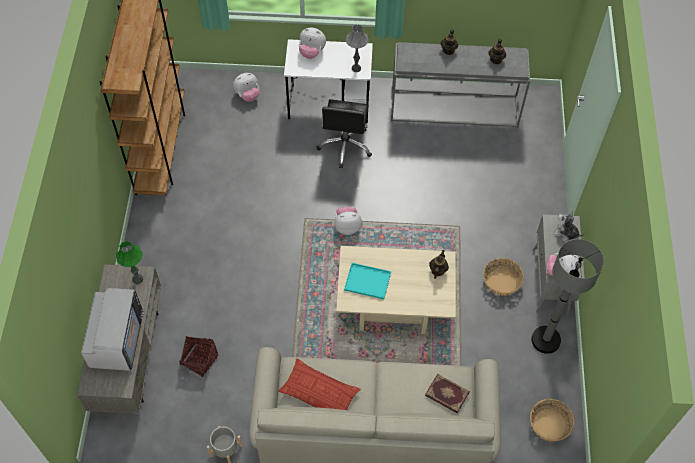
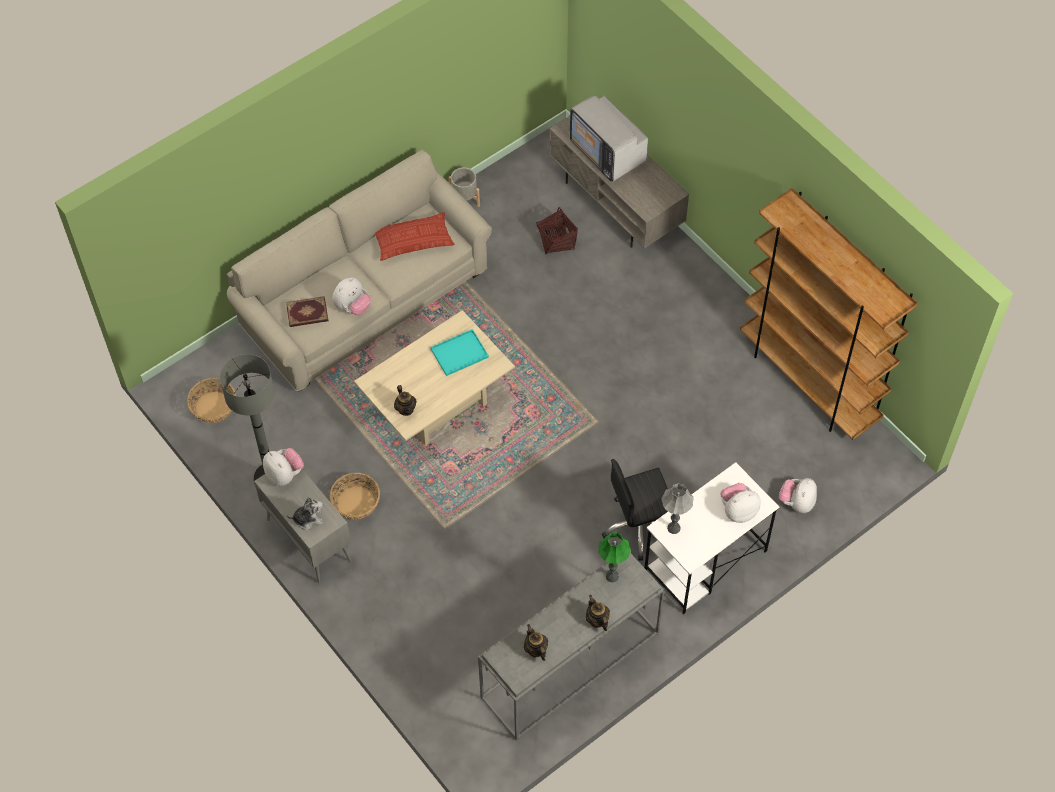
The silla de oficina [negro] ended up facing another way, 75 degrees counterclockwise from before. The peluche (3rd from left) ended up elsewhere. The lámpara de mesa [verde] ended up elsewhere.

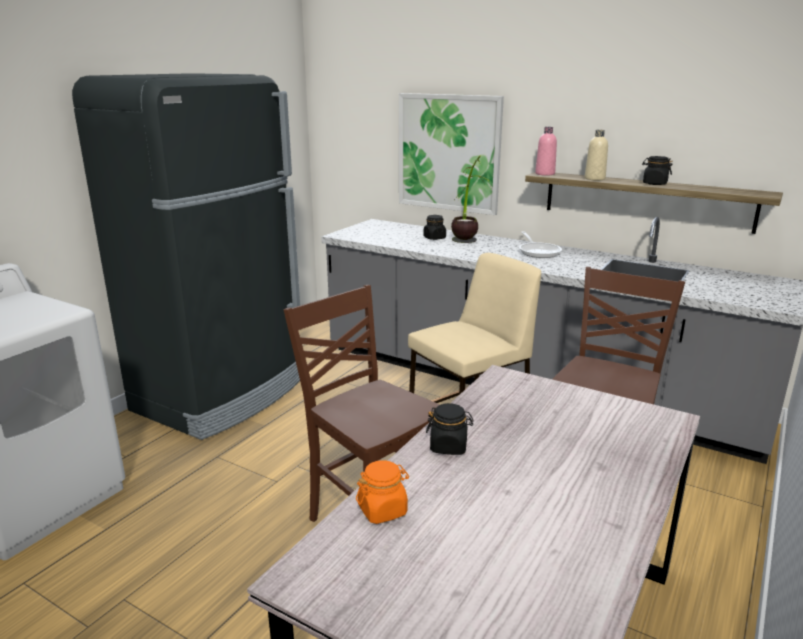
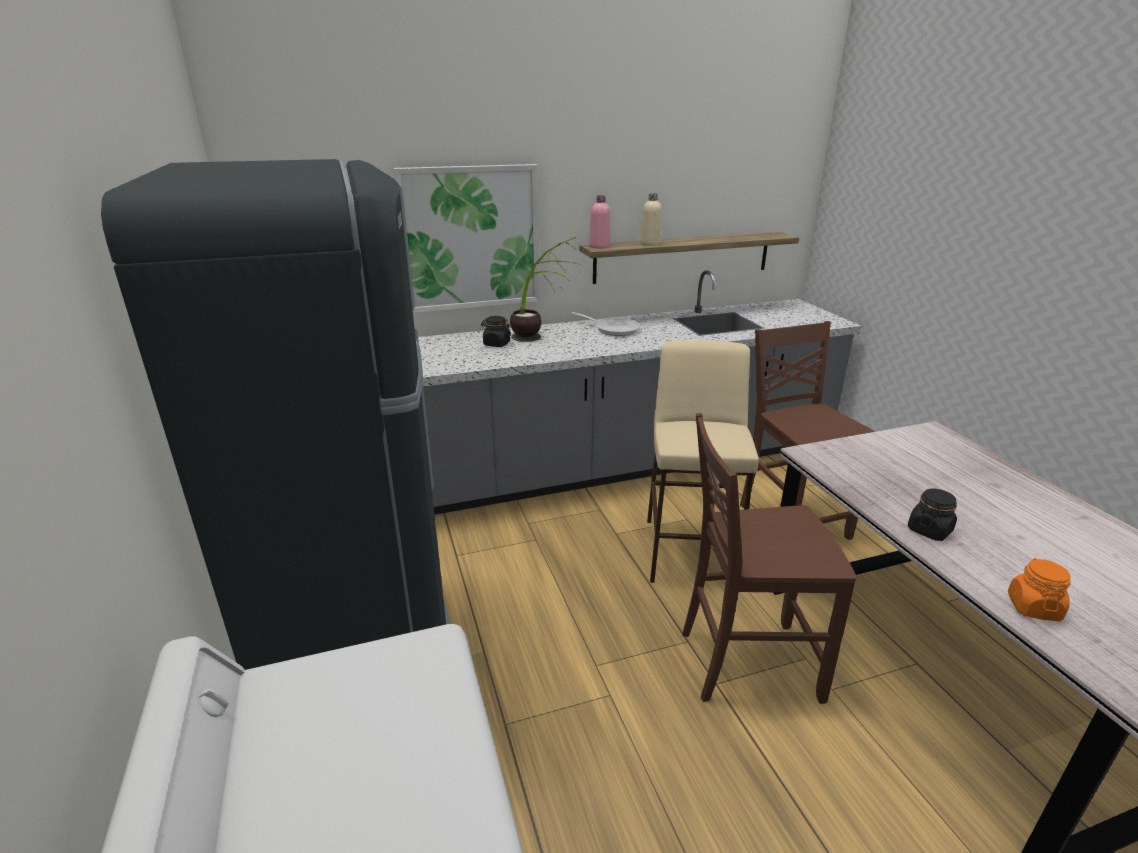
The second view lost the tarro [negro] (3rd from left).

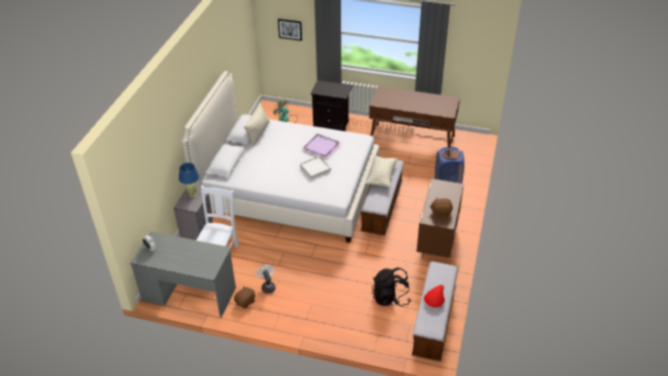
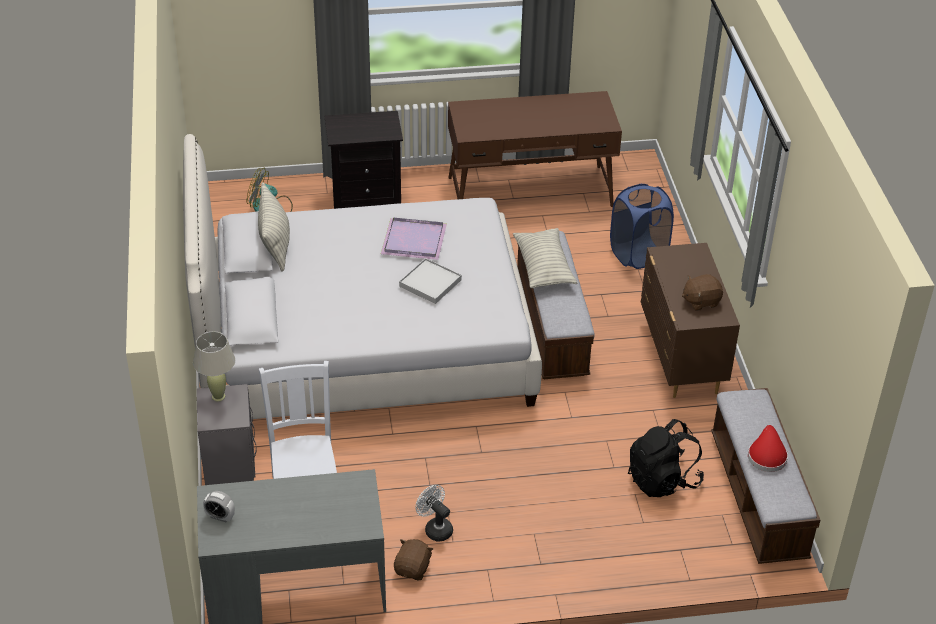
The second view lost the cuadro. What was the lámpara de mesa [azul] turned into the lámpara de mesa [beis].

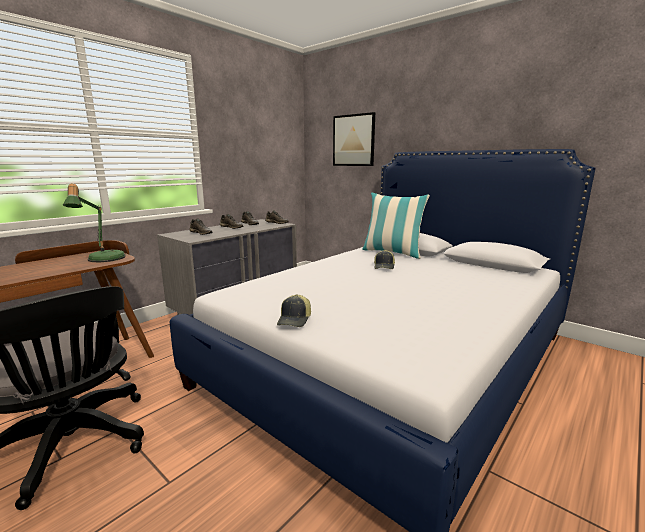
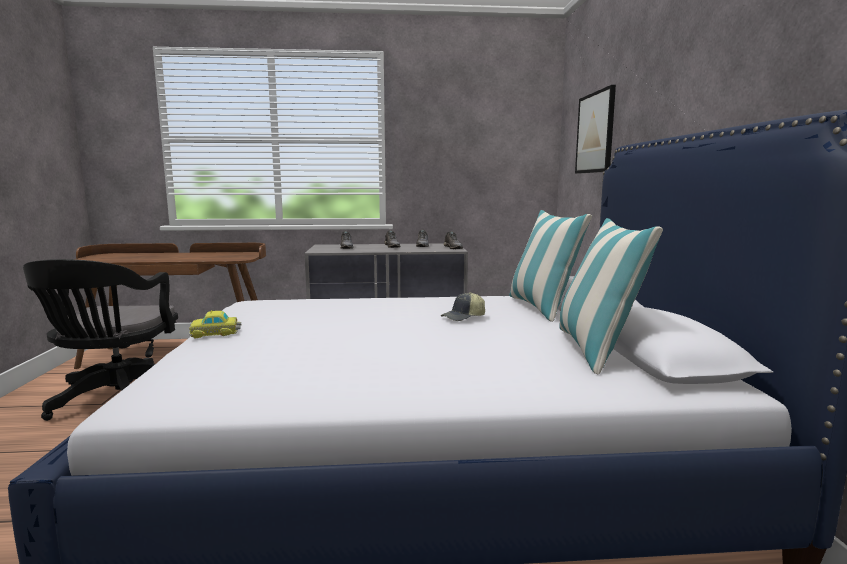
The second view lost the lámpara de mesa. Where the gorra (1st from left) stood, the coche de juguete came to stand. The second view gained the cojín (2nd from left).

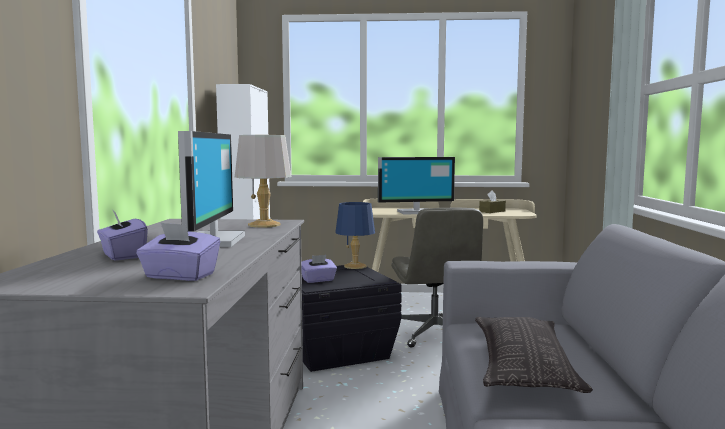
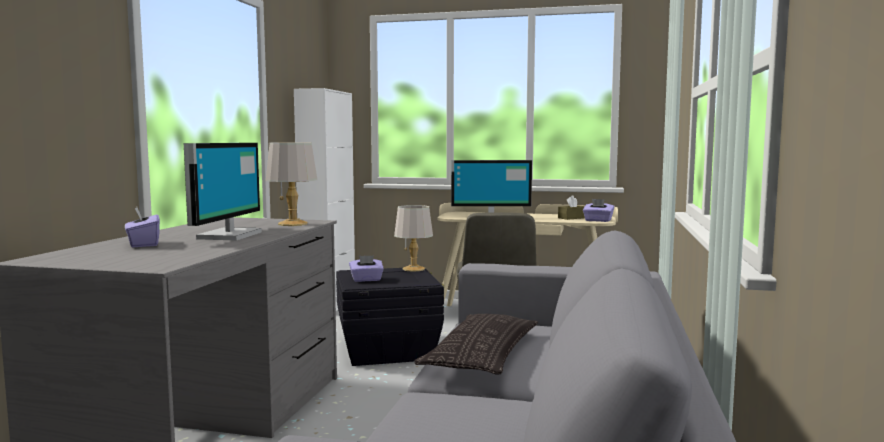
What was the lámpara de mesa [azul] turned into the lámpara de mesa [gris] (2nd from left). The caja de pañuelos [morado] (2nd from left in the first image) ended up elsewhere.

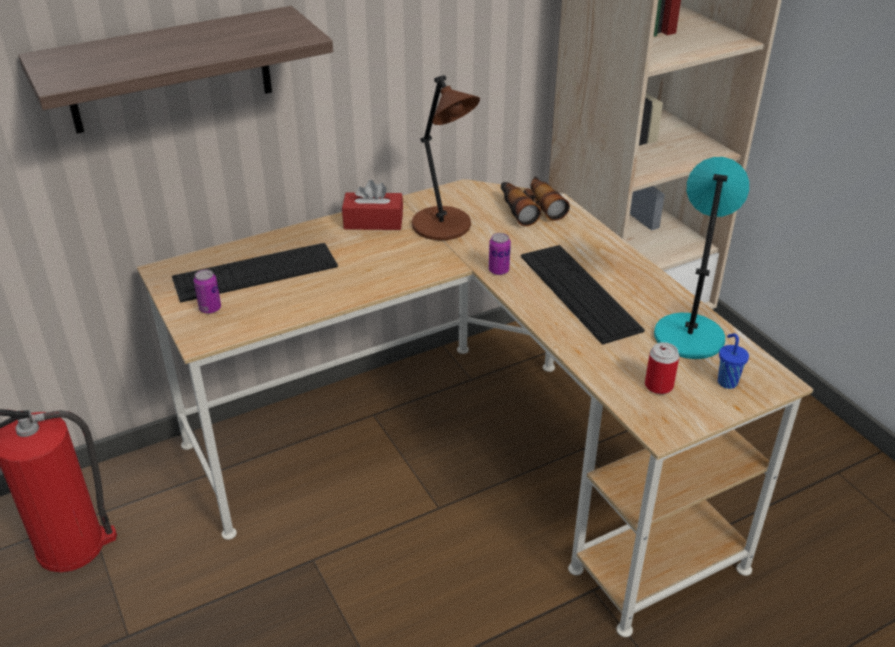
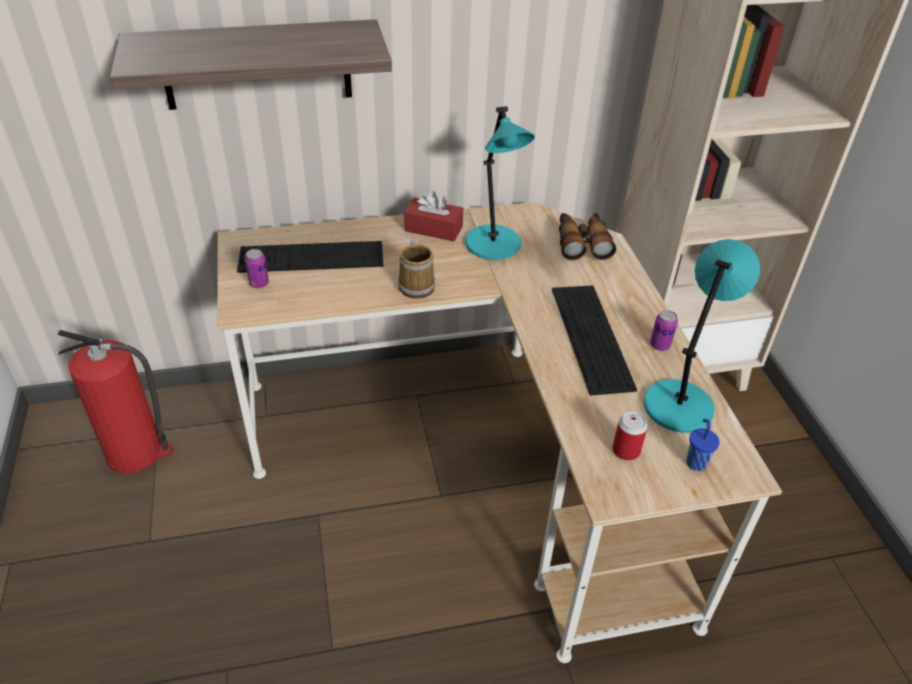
What was the lámpara de mesa [marrón] turned into the lámpara de mesa [turquesa] (1st from left). The lata (2nd from left in the first image) ended up elsewhere. The second view gained the taza grande.

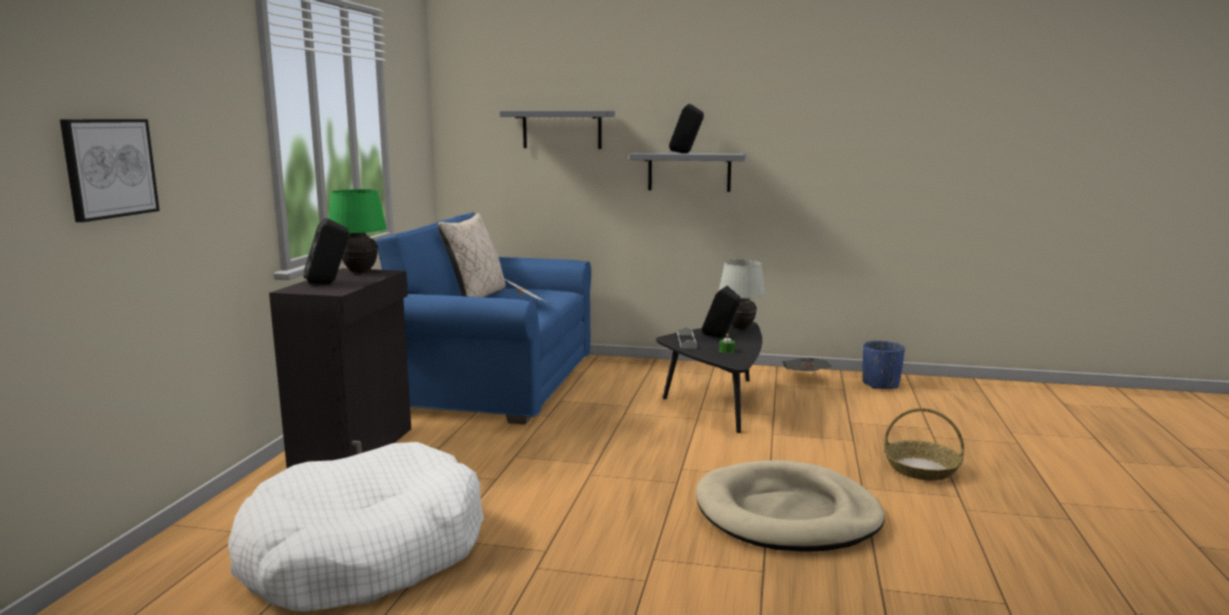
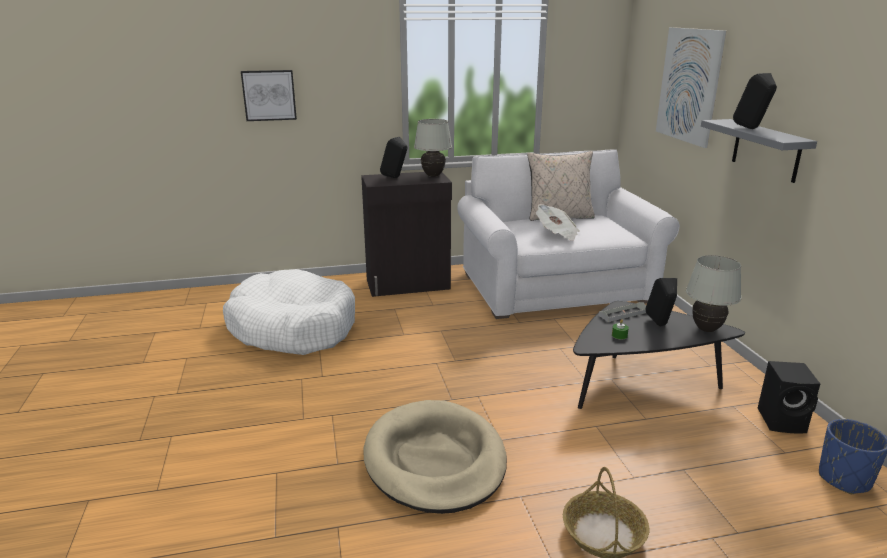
Where the estante [gris] (1st from left) hung, the cuadro (2nd from left) came to hang. What was the lámpara de mesa [verde] turned into the lámpara de mesa [blanco] (1st from left). What was the sofá [azul] turned into the sofá [blanco]. Where the periódico (2nd from left) stood, the altavoz [negro] (4th from left) came to stand.

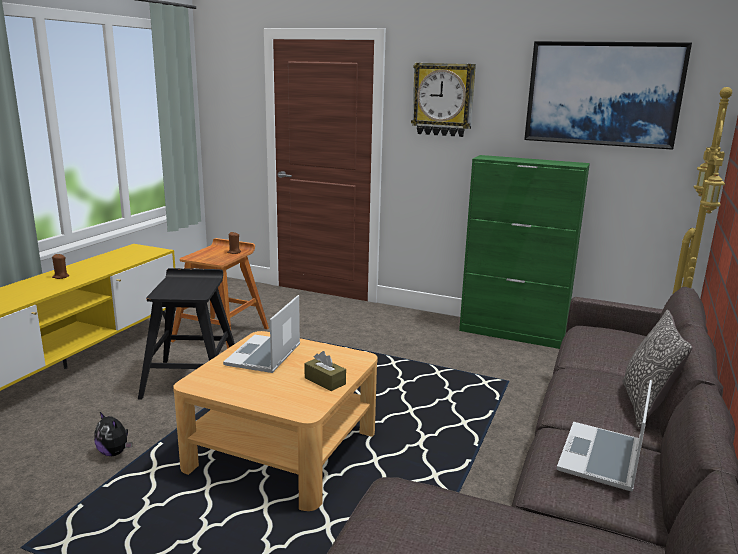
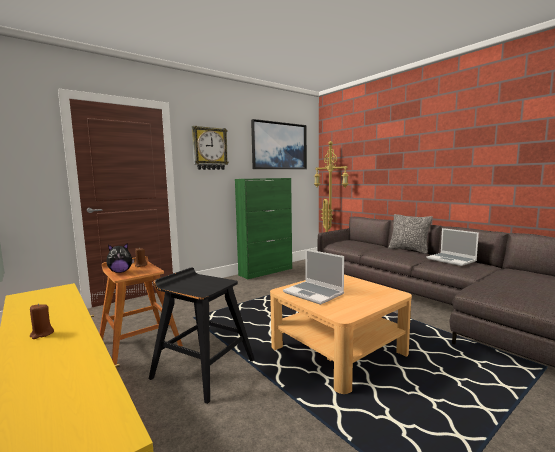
The second view lost the caja de pañuelos [marrón]. The peluche ended up elsewhere.

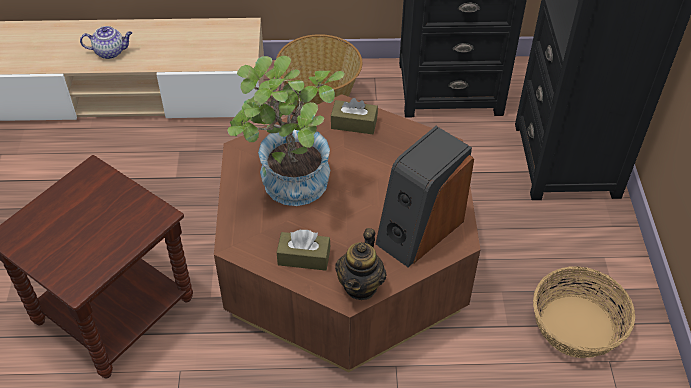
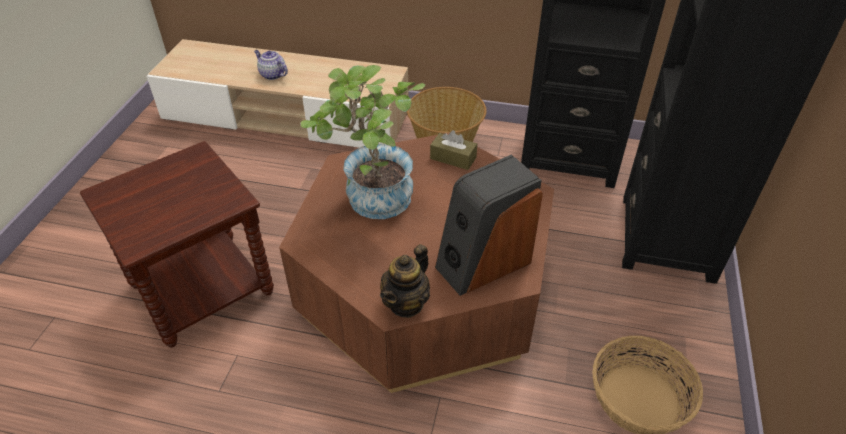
The tetera (1st from left) ended up facing another way, 150 degrees counterclockwise from before. The second view lost the caja de pañuelos [marrón] (1st from left).

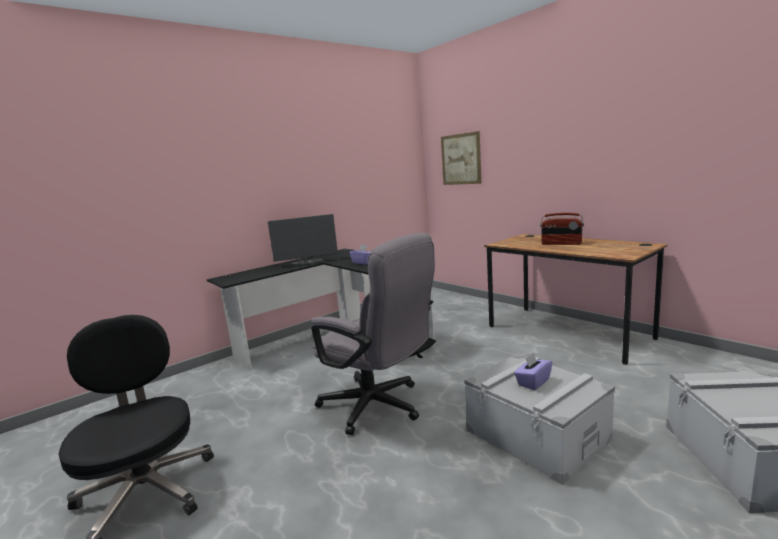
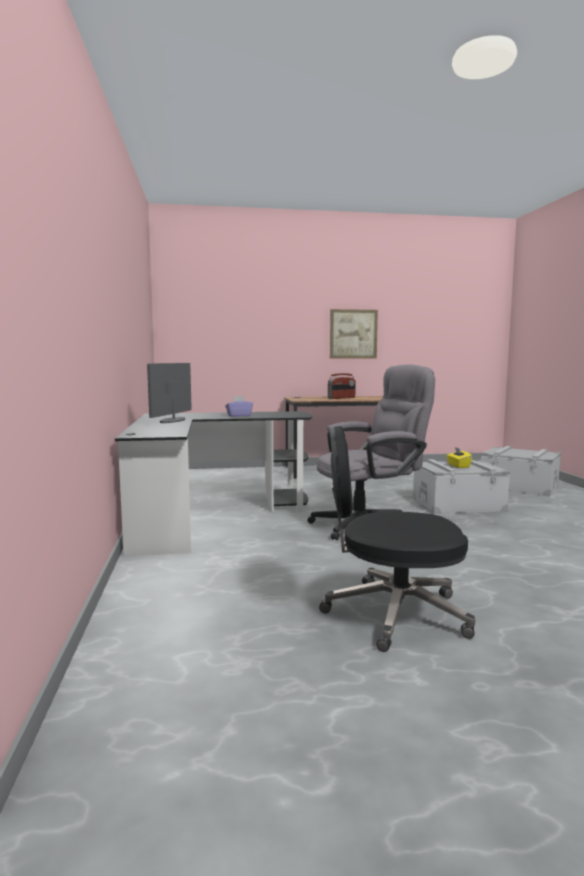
The cuadro ended up elsewhere. What was the caja de pañuelos [morado] (2nd from left) turned into the caja de pañuelos [amarillo].

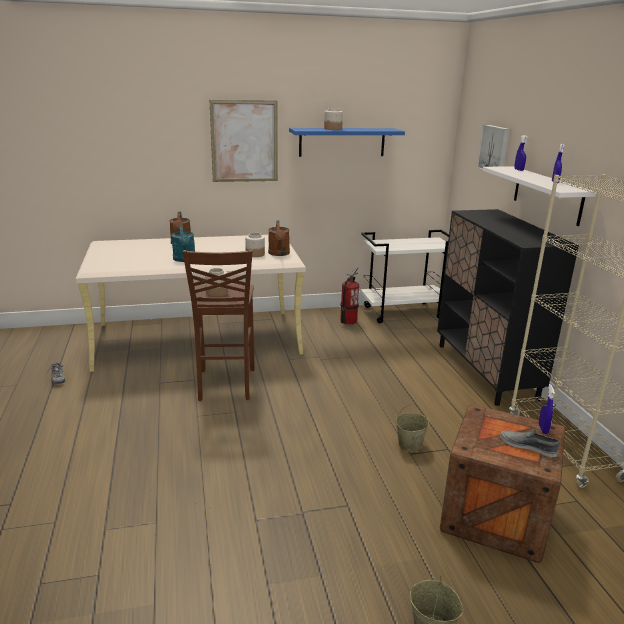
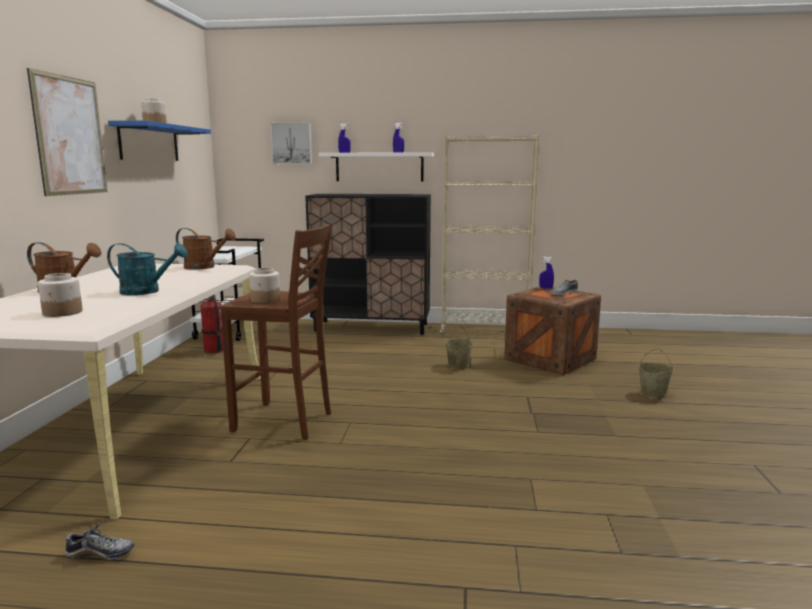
The tarro (2nd from left in the first image) ended up elsewhere.

